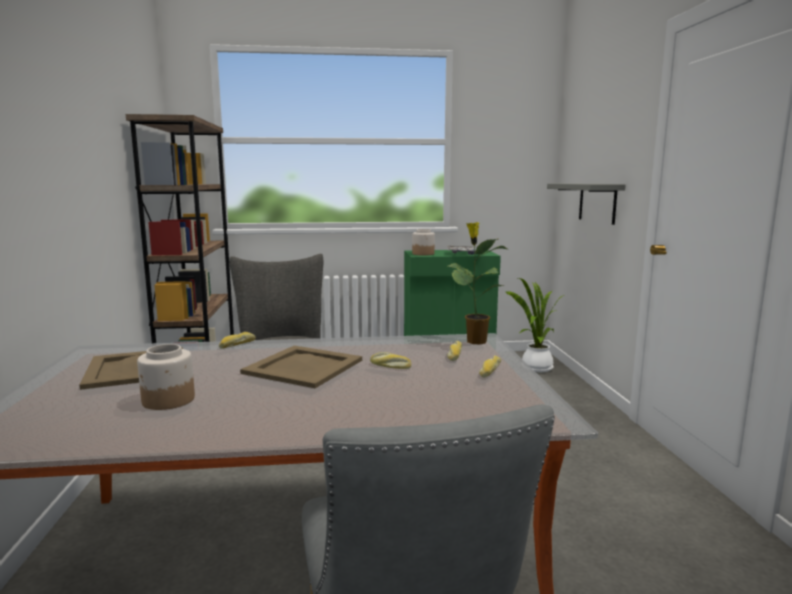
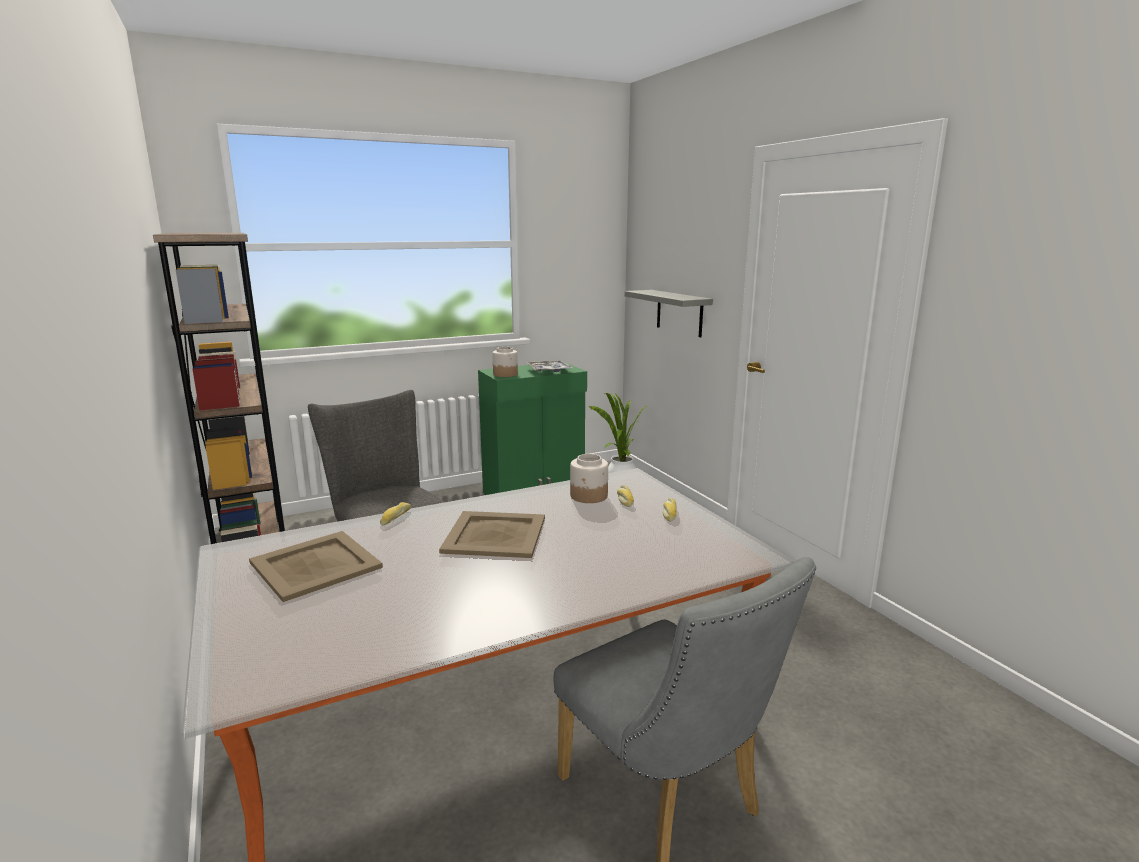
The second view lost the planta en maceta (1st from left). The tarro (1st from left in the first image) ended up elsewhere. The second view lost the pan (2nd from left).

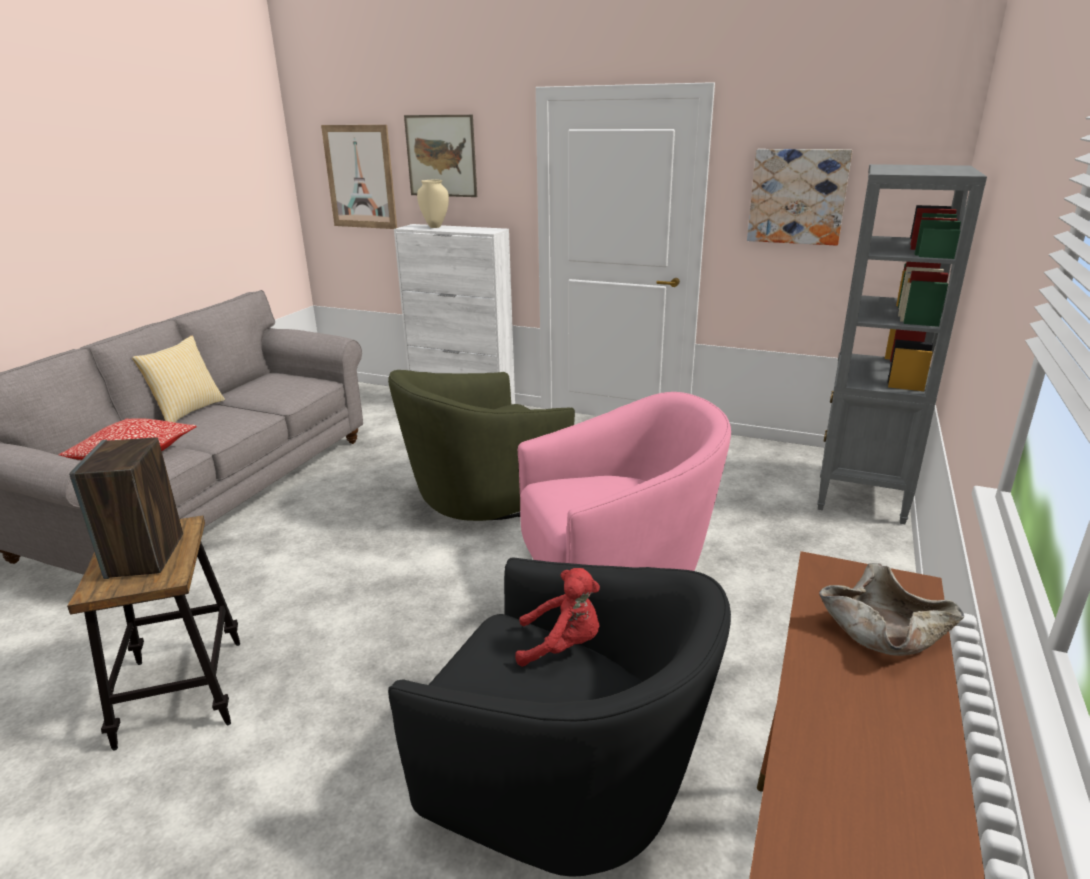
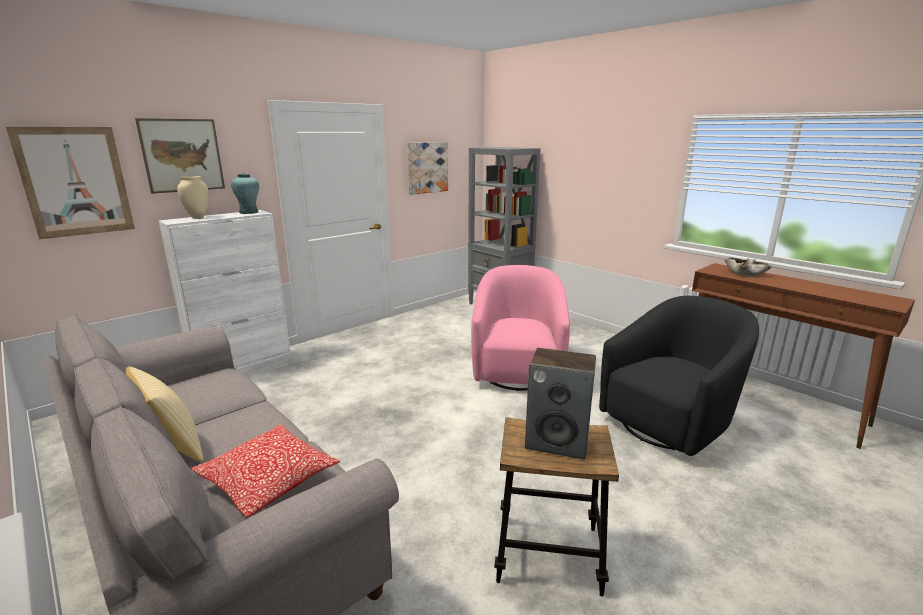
The second view lost the sillón [verde]. The second view lost the peluche [rojo]. The second view gained the florero [turquesa].

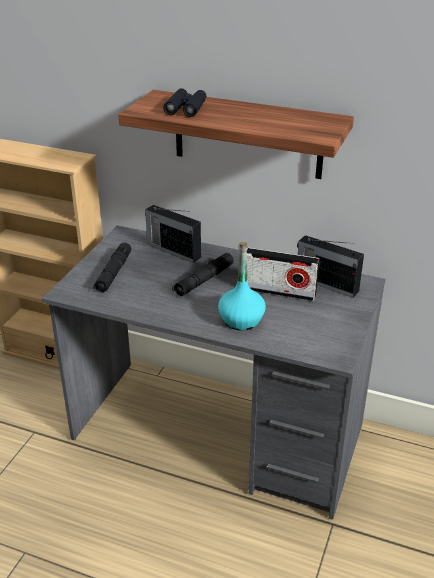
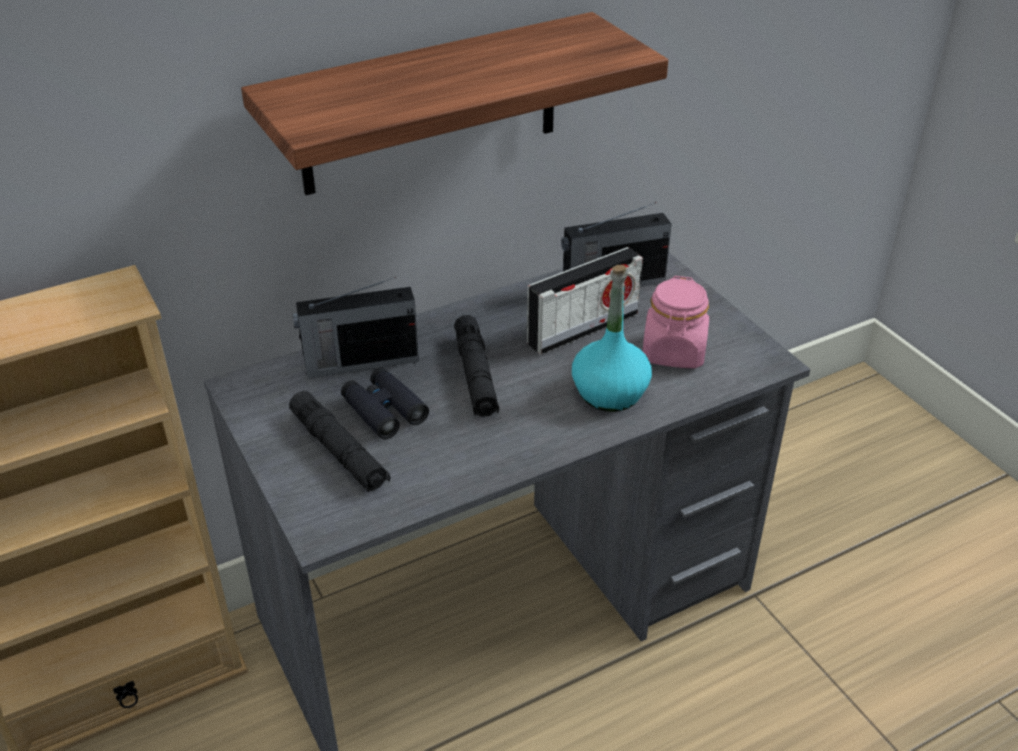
The prismáticos [negro] ended up elsewhere. The second view gained the tarro [rosa].

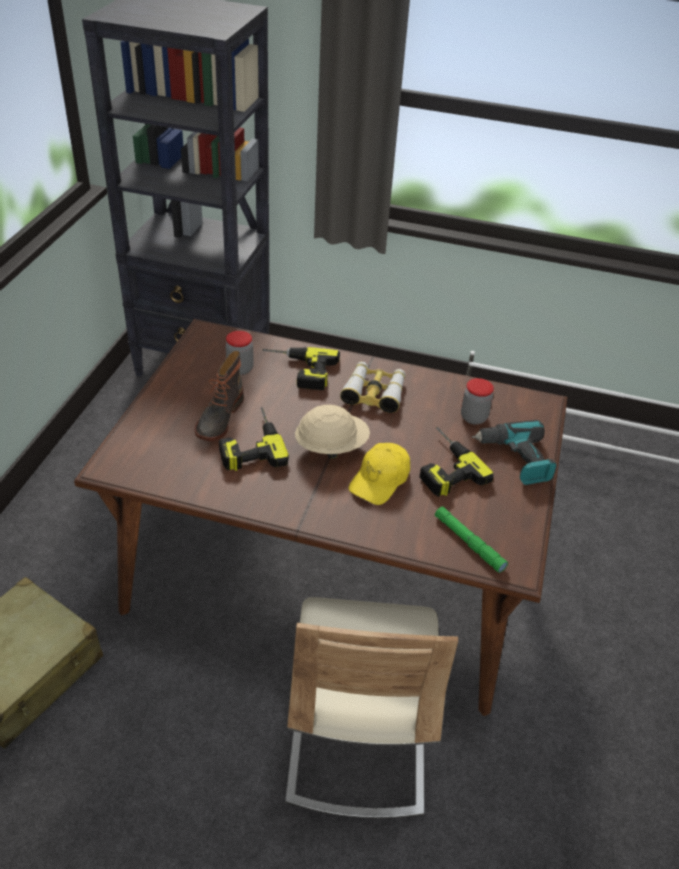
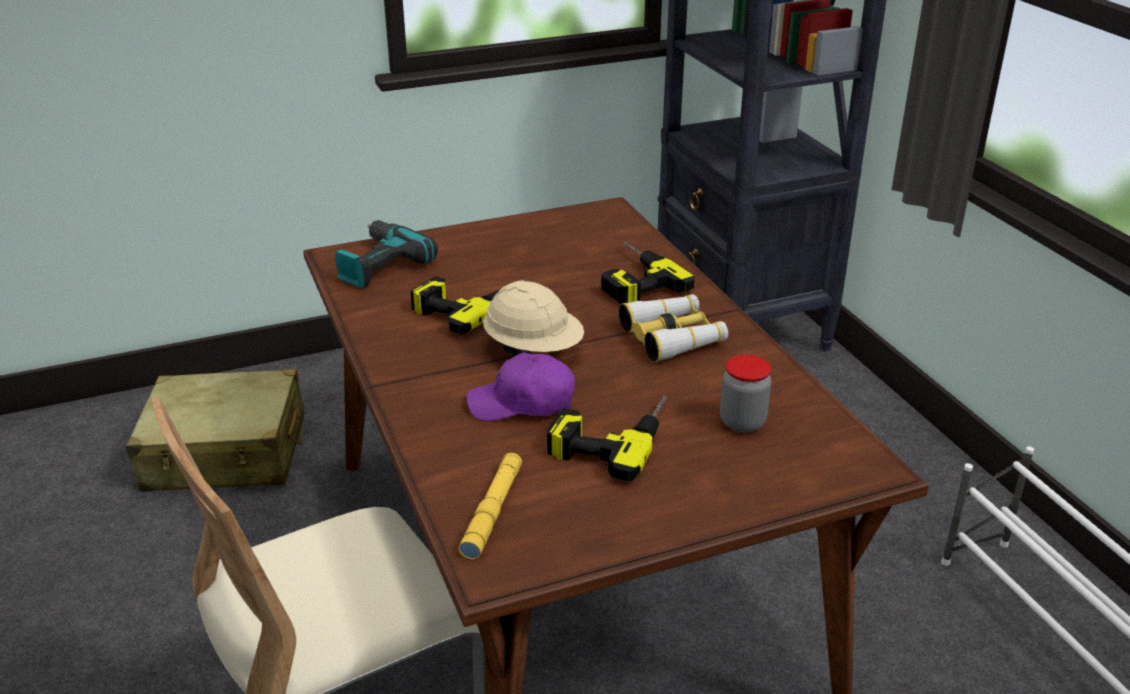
The second view lost the tarro (1st from left). The second view lost the bota. The taladro (4th from left in the first image) ended up elsewhere. What was the gorra [amarillo] turned into the gorra [morado]. What was the linterna [verde] turned into the linterna [amarillo].

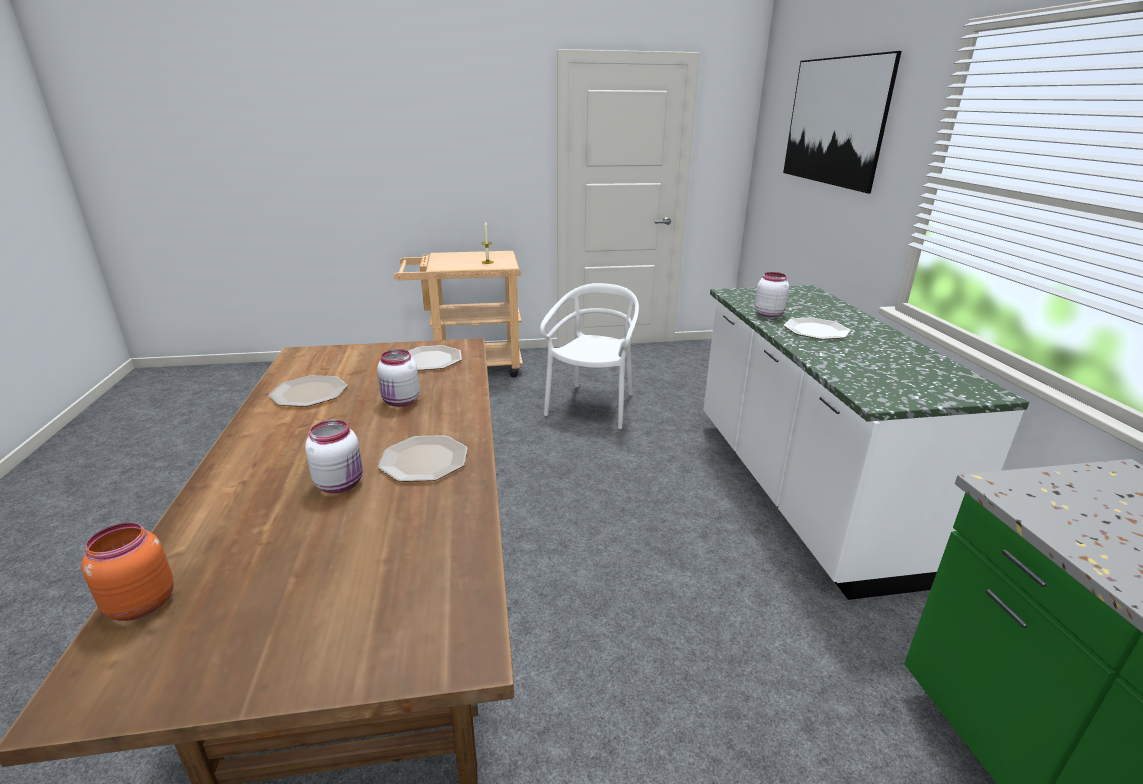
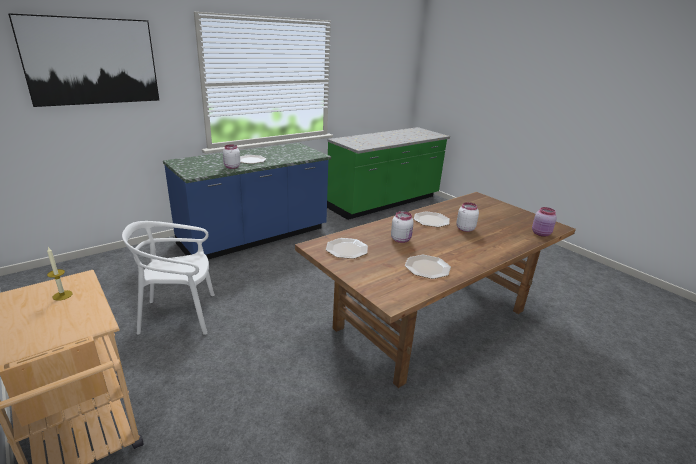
What was the mueble bajo de cocina [blanco] turned into the mueble bajo de cocina [azul]. What was the tarro [naranja] turned into the tarro [rosa].

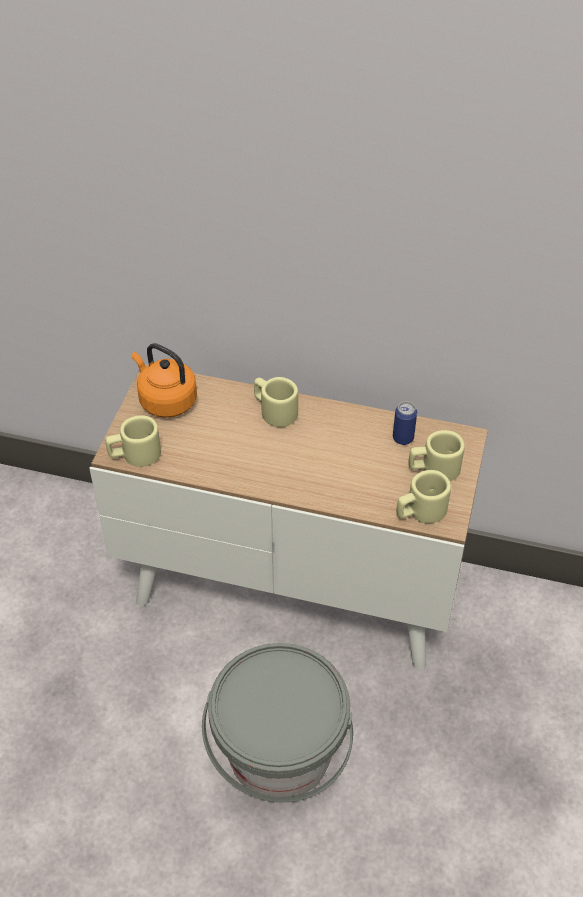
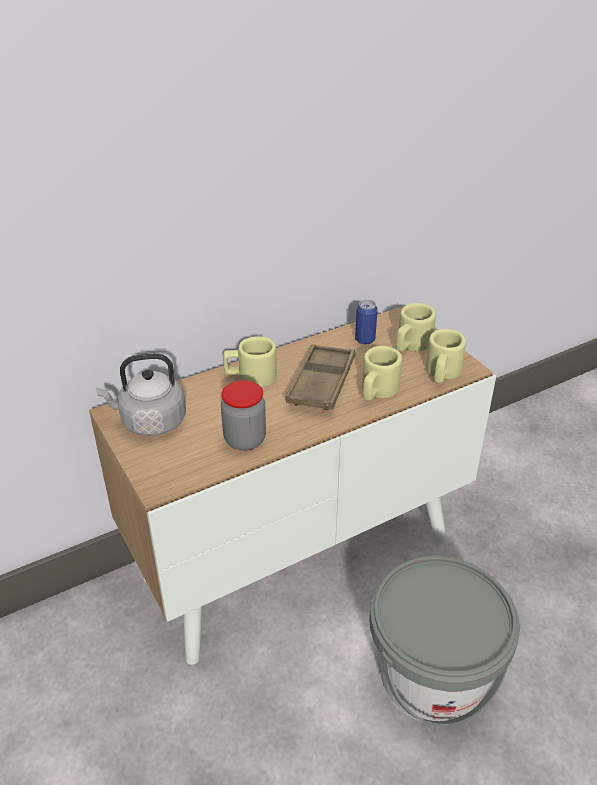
What was the hervidor [naranja] turned into the hervidor [gris]. The taza grande [beis] (1st from left in the first image) ended up elsewhere. The second view gained the bandeja [marrón]. The second view gained the tarro.

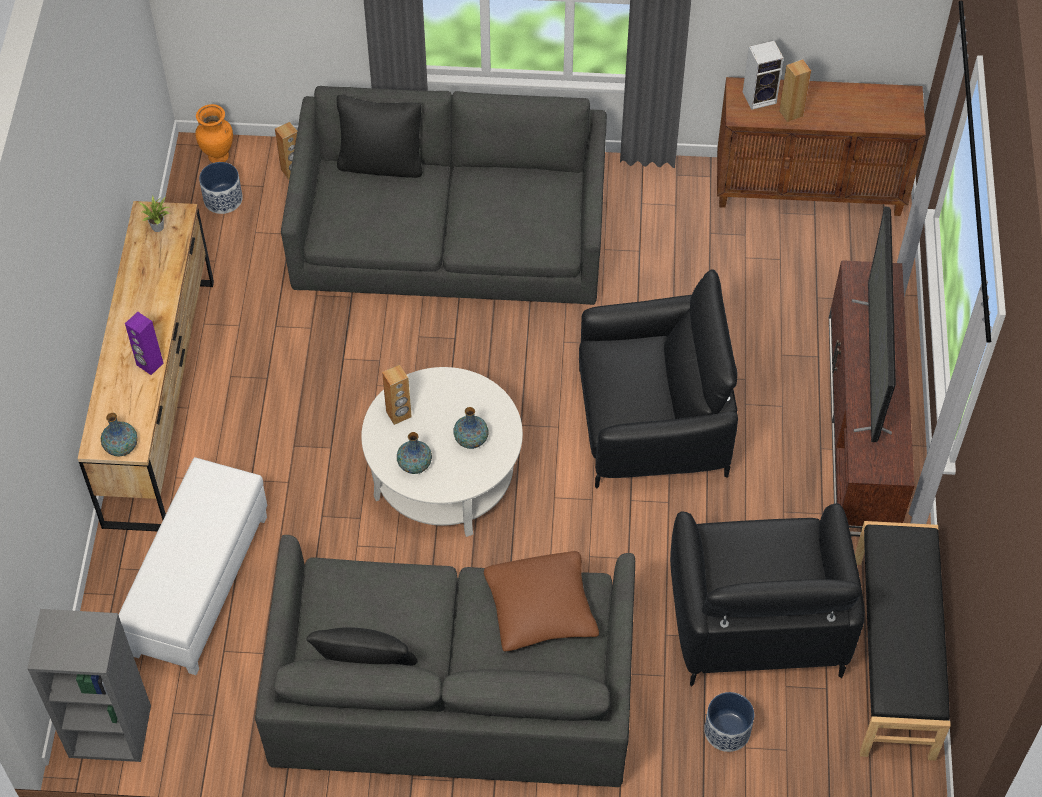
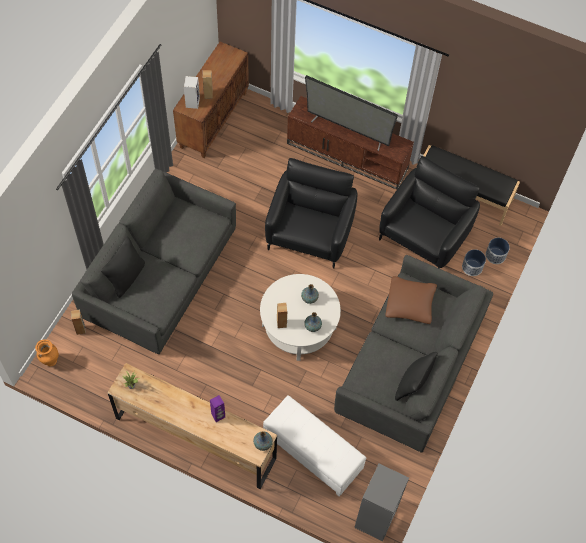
The maceta (1st from left in the first image) ended up elsewhere. The sillón [negro] (2nd from left) ended up facing another way, 75 degrees counterclockwise from before.

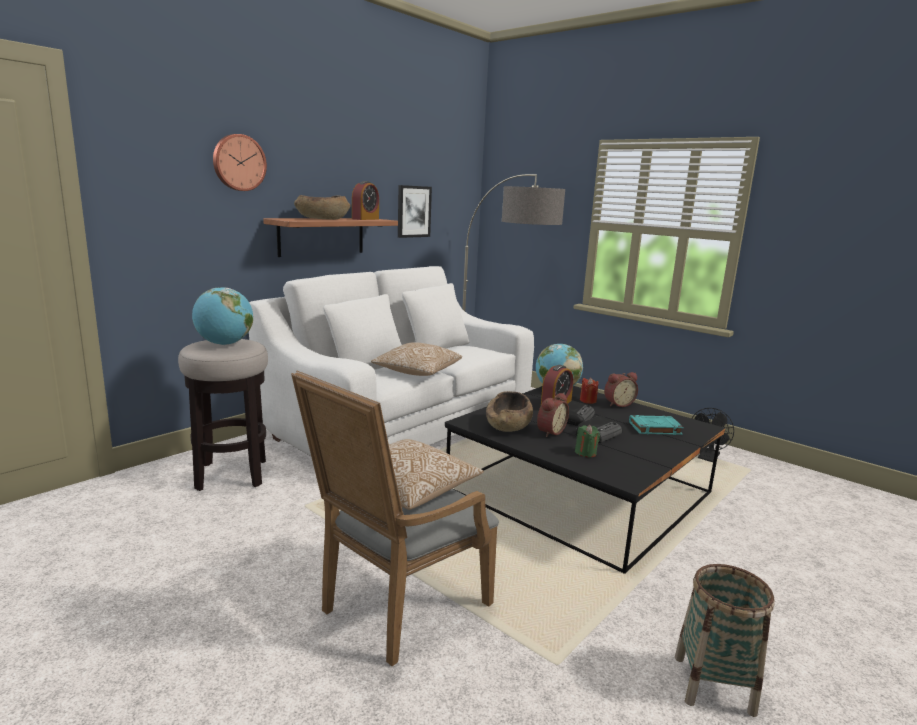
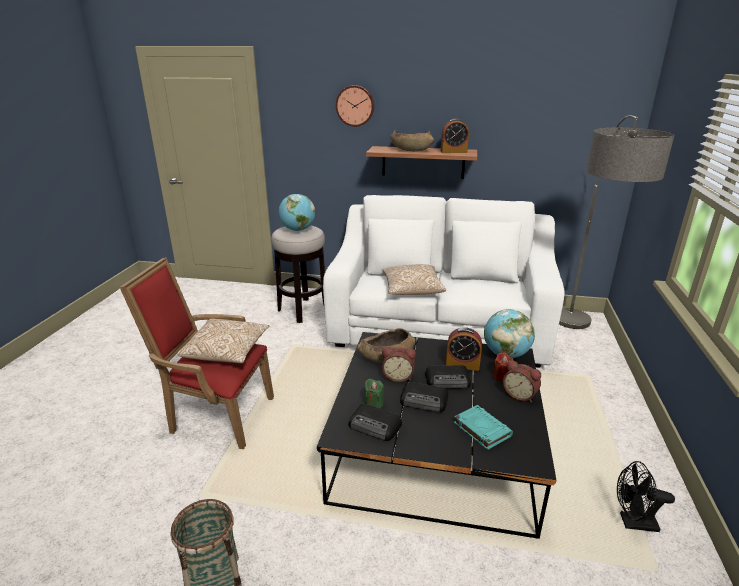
The second view lost the cuadro. What was the sillón [gris] turned into the sillón [rojo]. The second view gained the radio (1st from left).

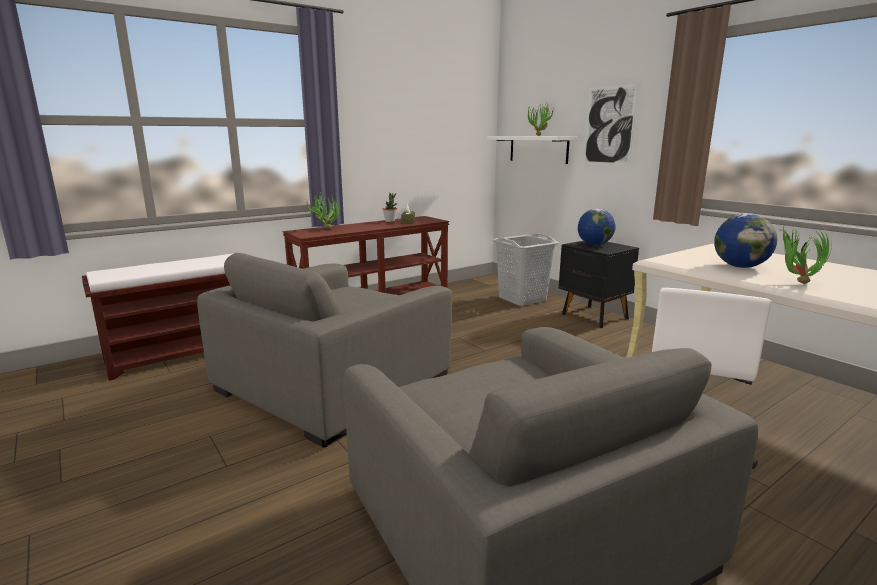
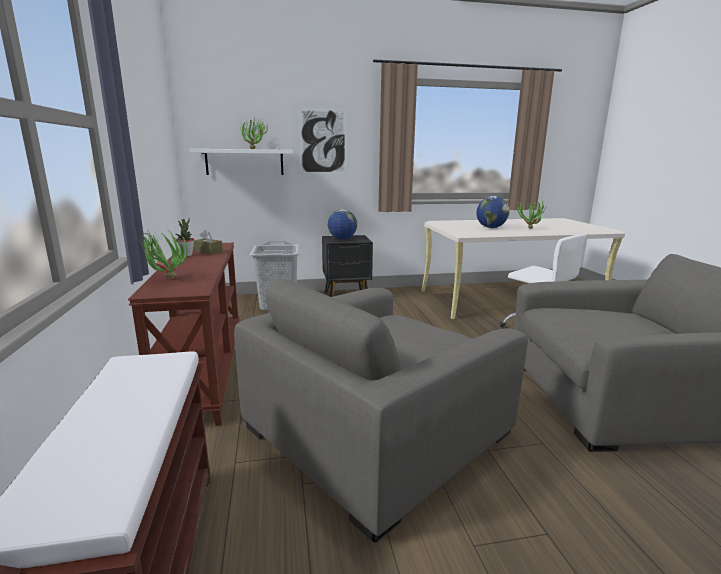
The sillón [gris] (1st from left) ended up facing another way, 75 degrees clockwise from before.

